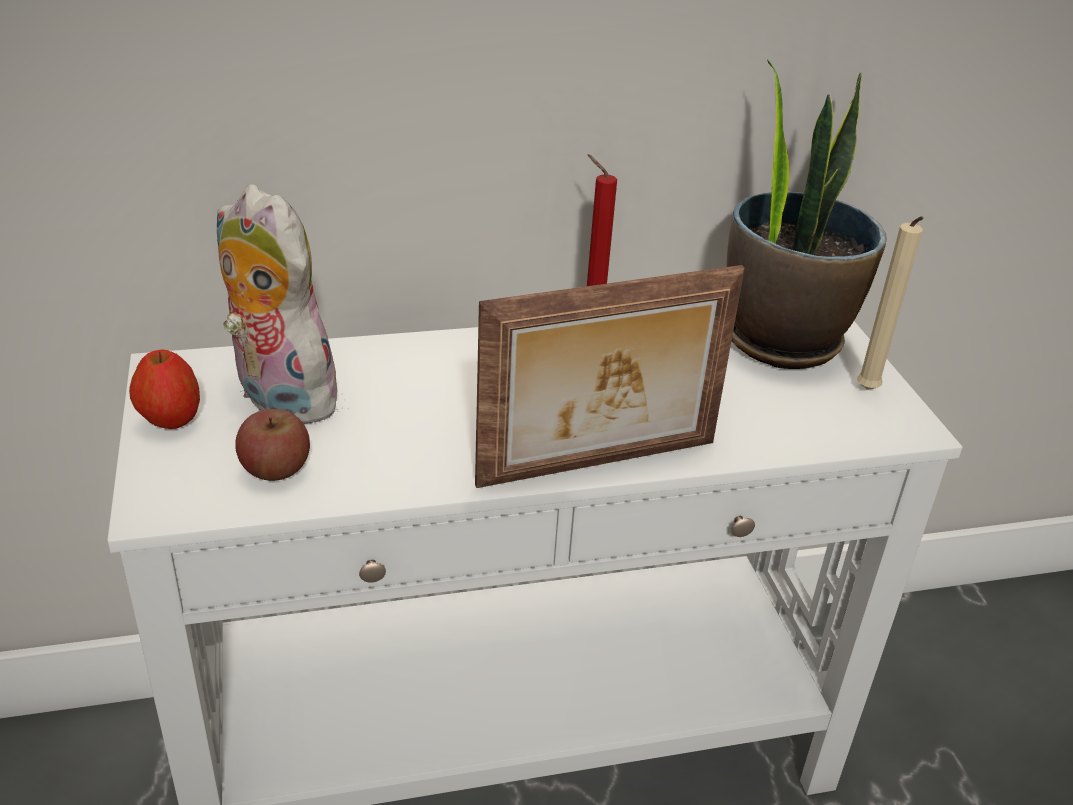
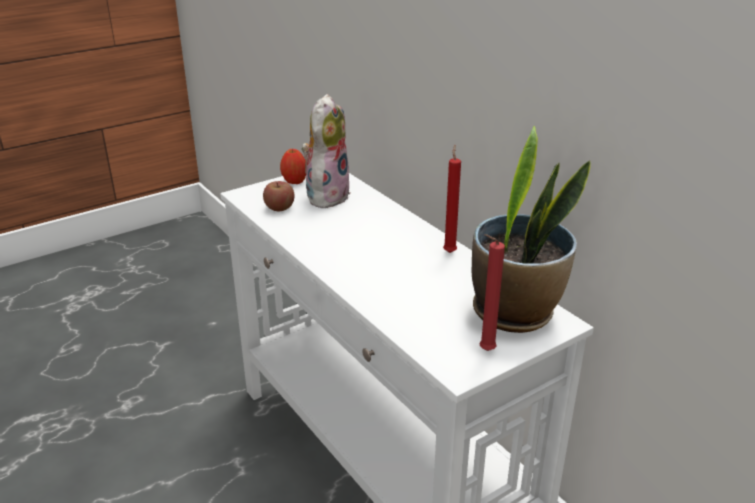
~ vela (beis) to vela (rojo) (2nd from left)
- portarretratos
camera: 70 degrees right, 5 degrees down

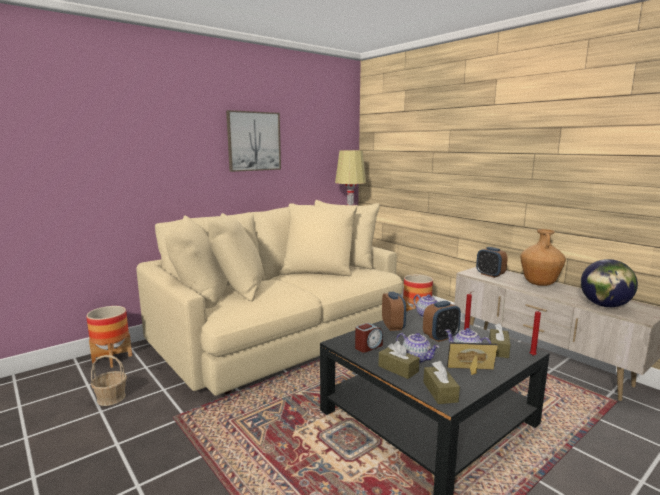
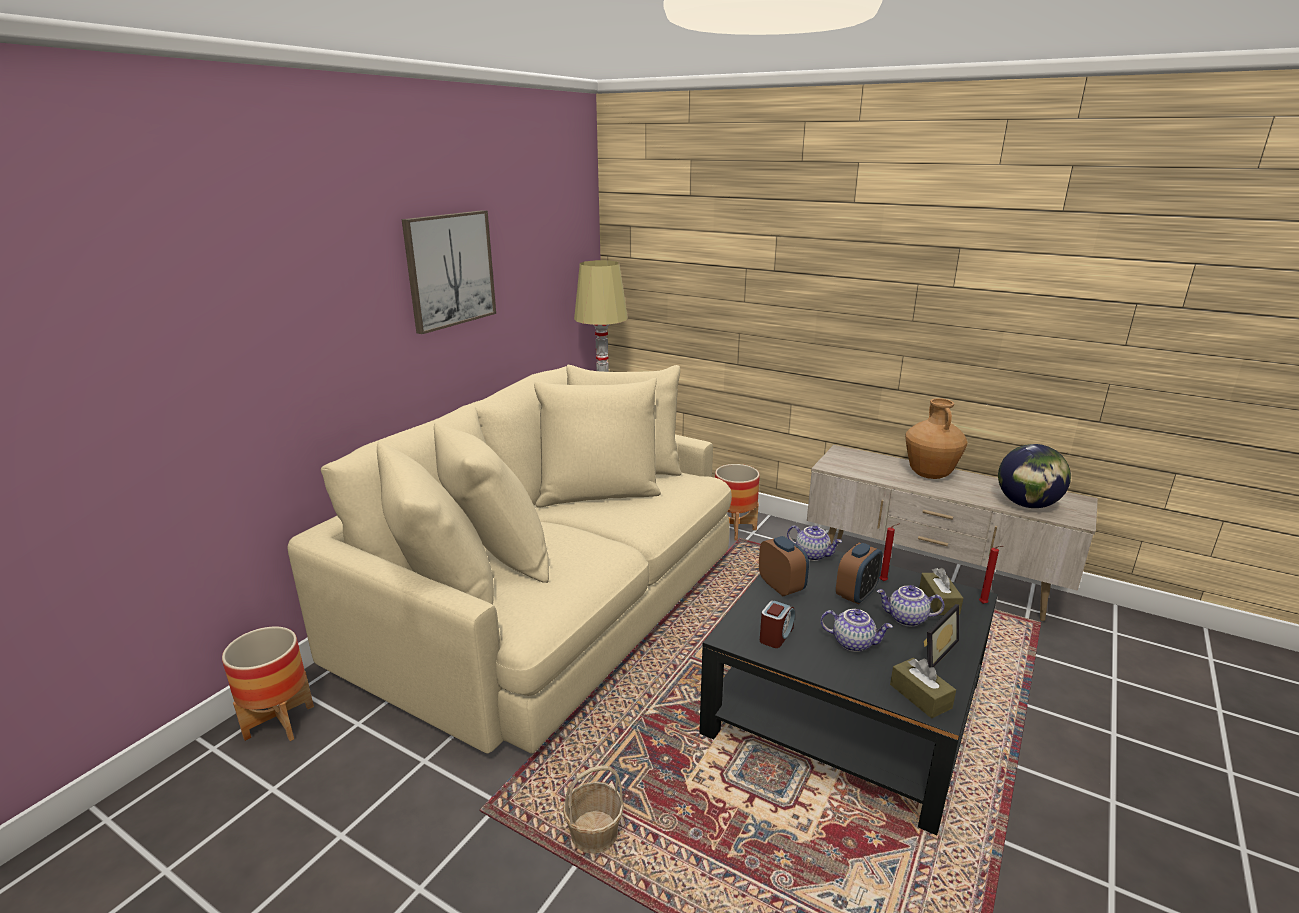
~ cesta
~ portarretratos 150 degrees clockwise
- caja de pañuelos (marrón) (1st from left)
- despertador (4th from left)
camera: 20 degrees left, 10 degrees up

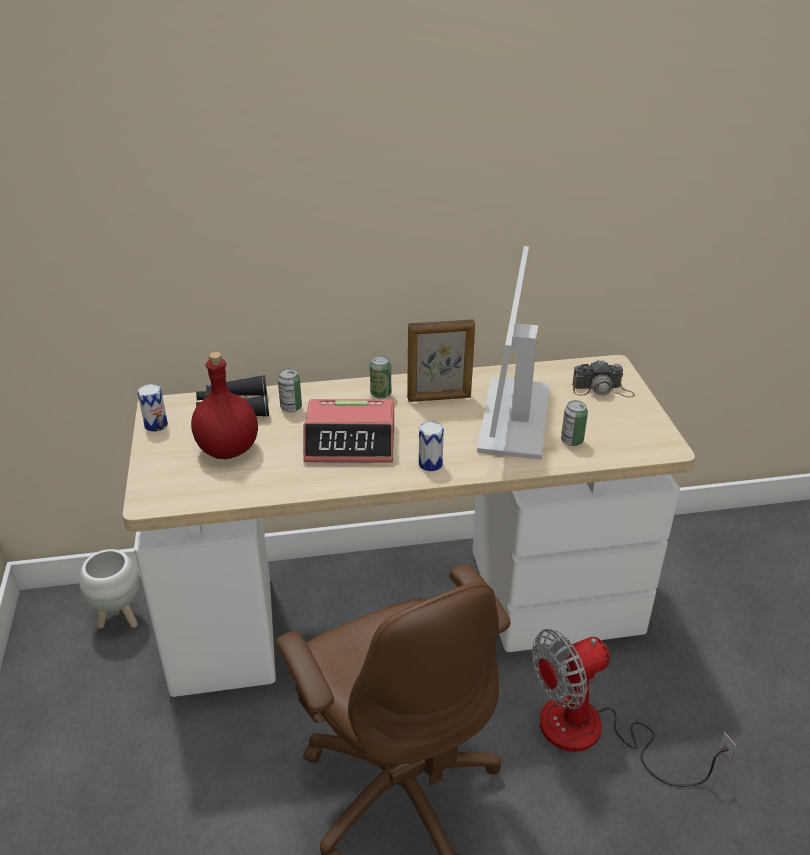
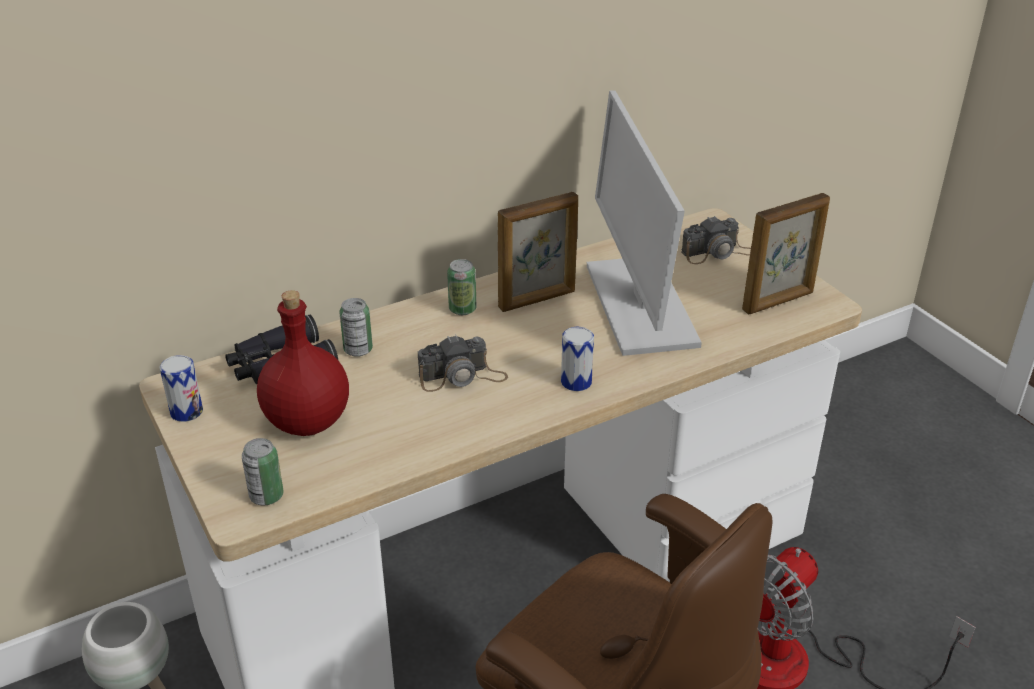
~ lata (5th from left in the first image) to lata (2nd from left)
~ despertador to cámara (1st from left)
+ portarretratos (2nd from left)
camera: 20 degrees left, 0 degrees up

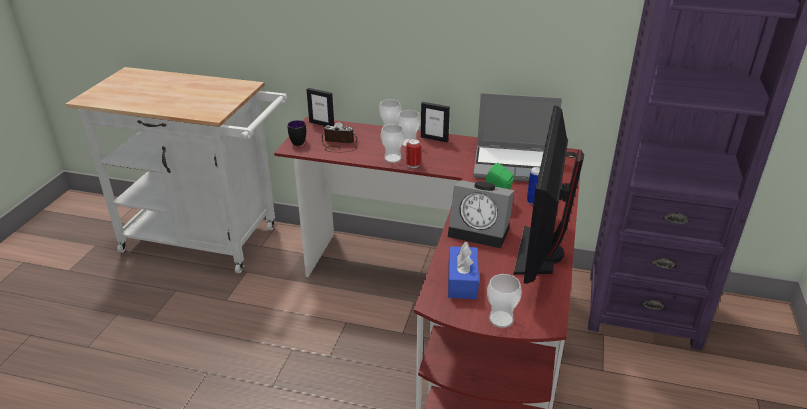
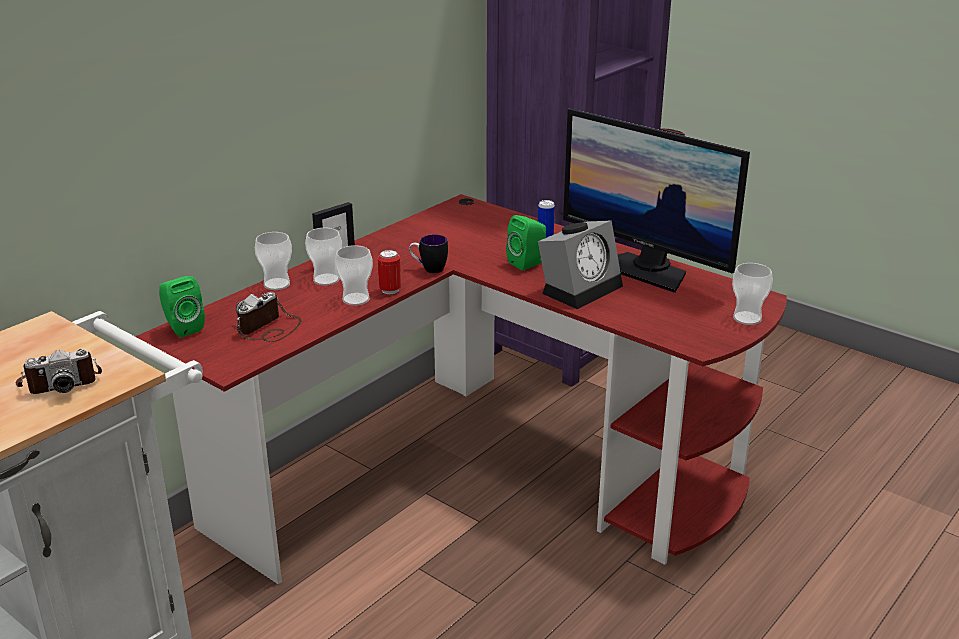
+ cámara (1st from left)
~ portarretratos (1st from left) to altavoz (verde) (1st from left)
~ taza grande
- caja de pañuelos (azul)
- portátil
camera: 65 degrees left, 5 degrees down

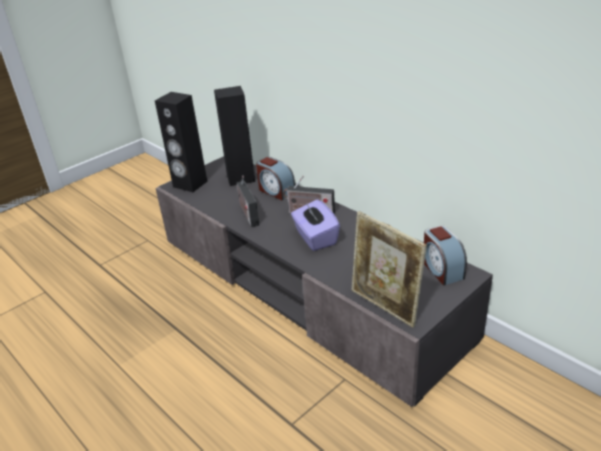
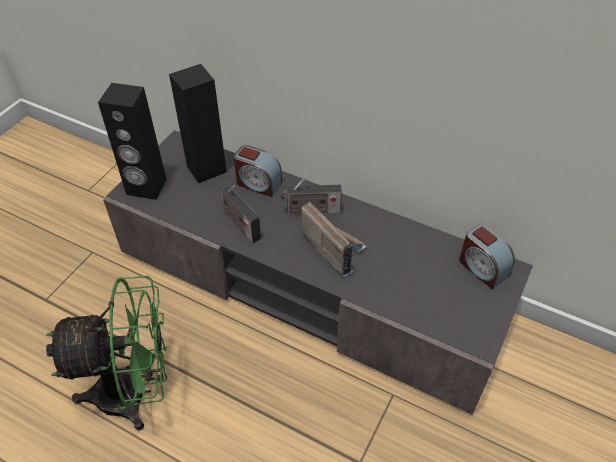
+ ventilador (verde)
~ caja de pañuelos (morado) to radio (3rd from left)
- portarretratos
camera: 20 degrees left, 15 degrees up

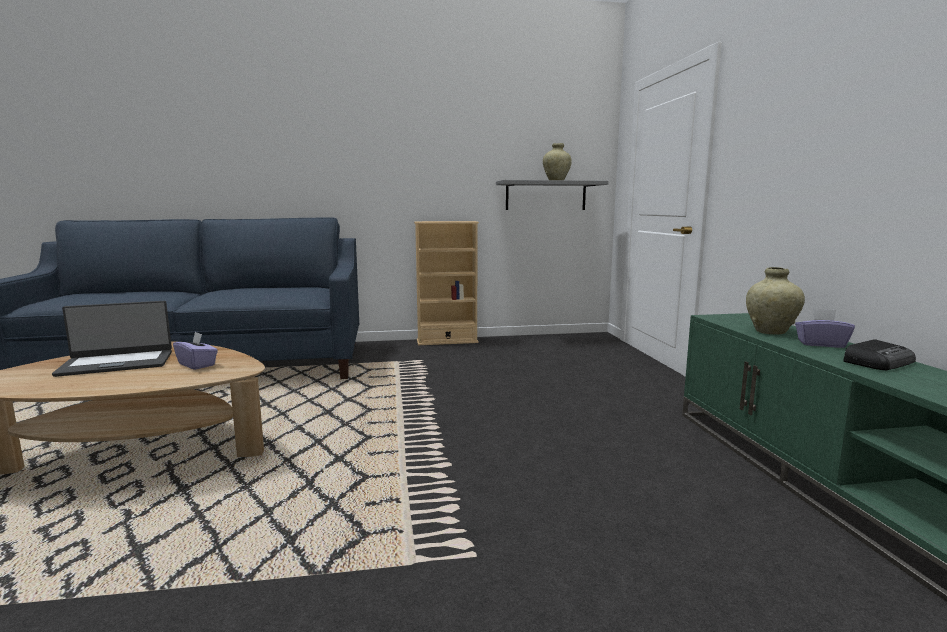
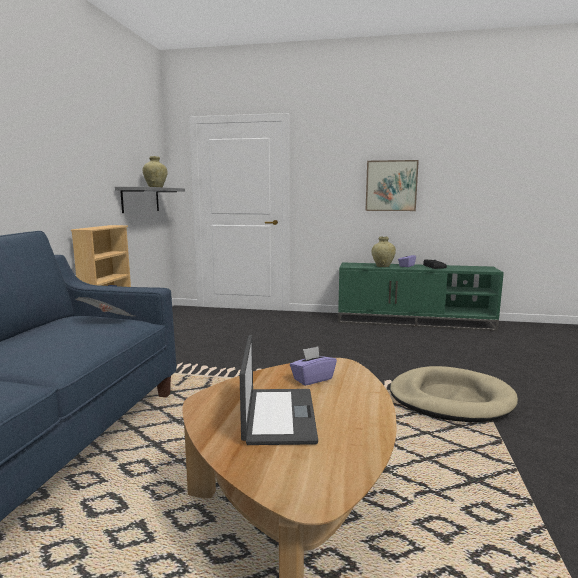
+ periódico
+ cuadro
+ cama para perro (beis)
camera: 70 degrees left, 0 degrees up

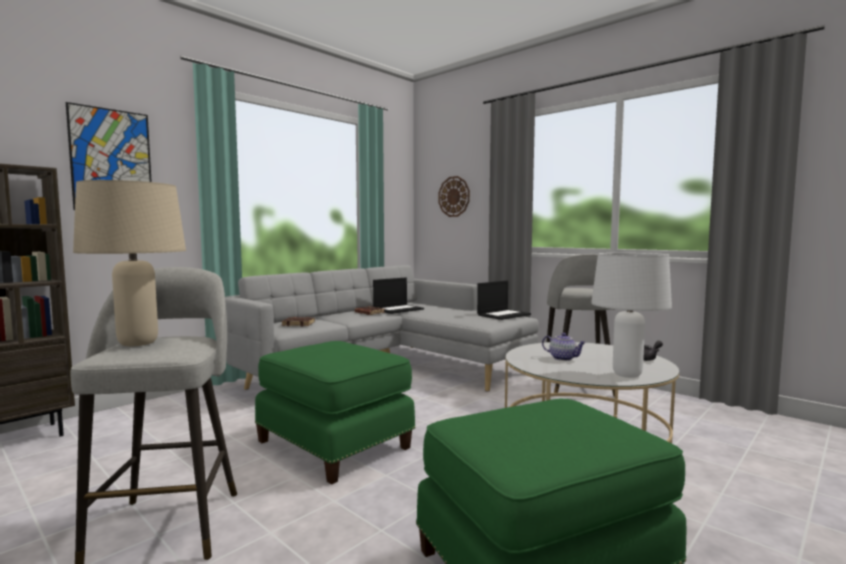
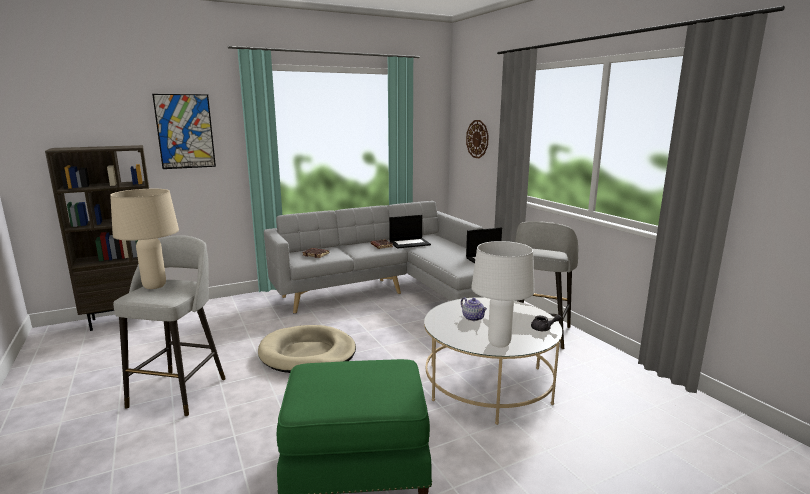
~ puf (verde) (1st from left) to cama para perro (beis)
camera: 20 degrees right, 10 degrees up

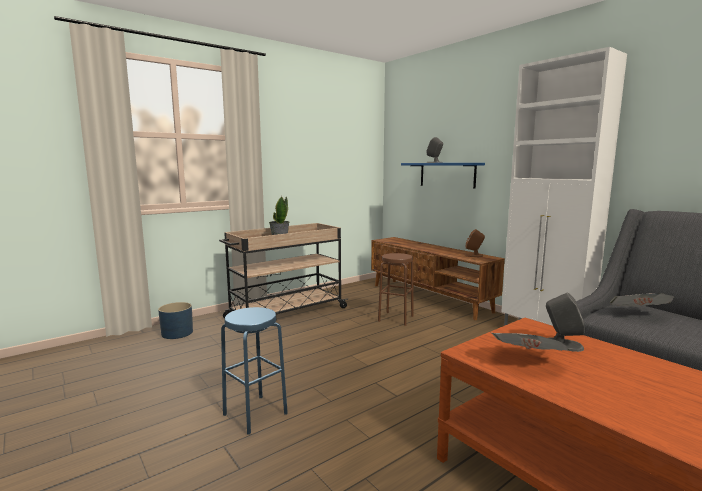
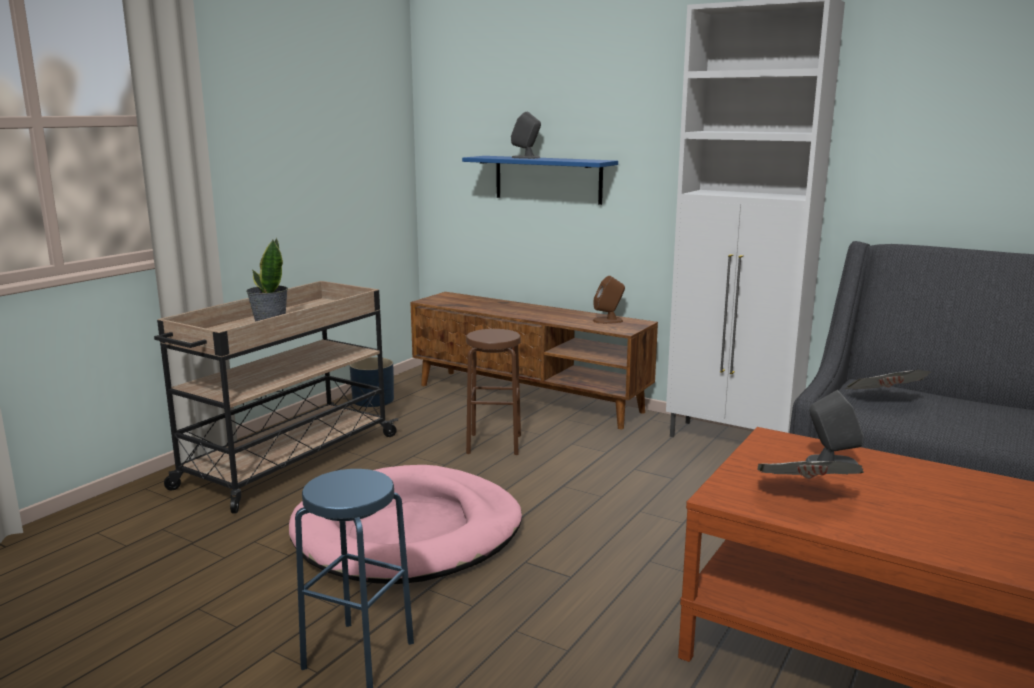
+ cama para perro (rosa)
~ maceta (azul)
camera: 20 degrees left, 5 degrees up

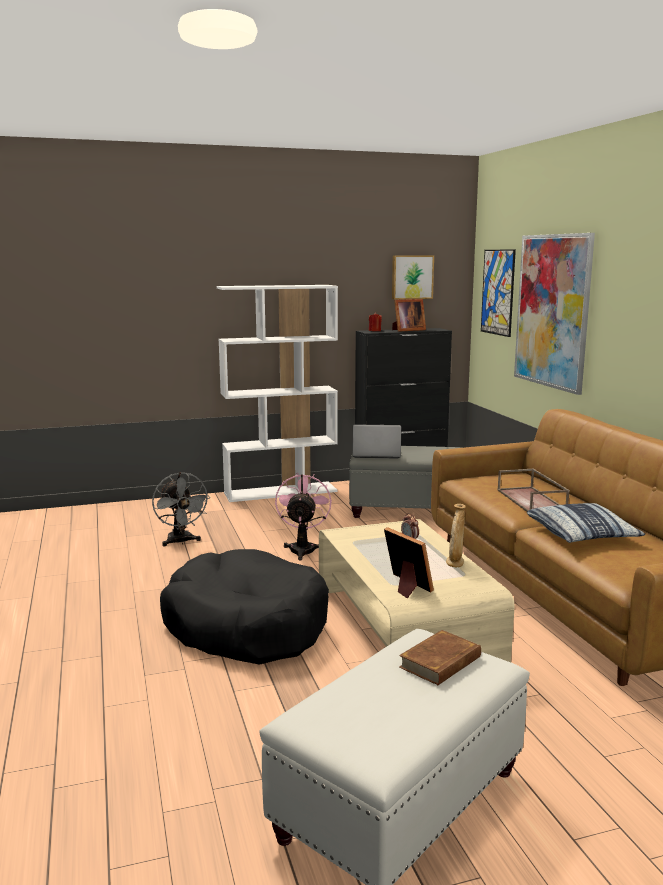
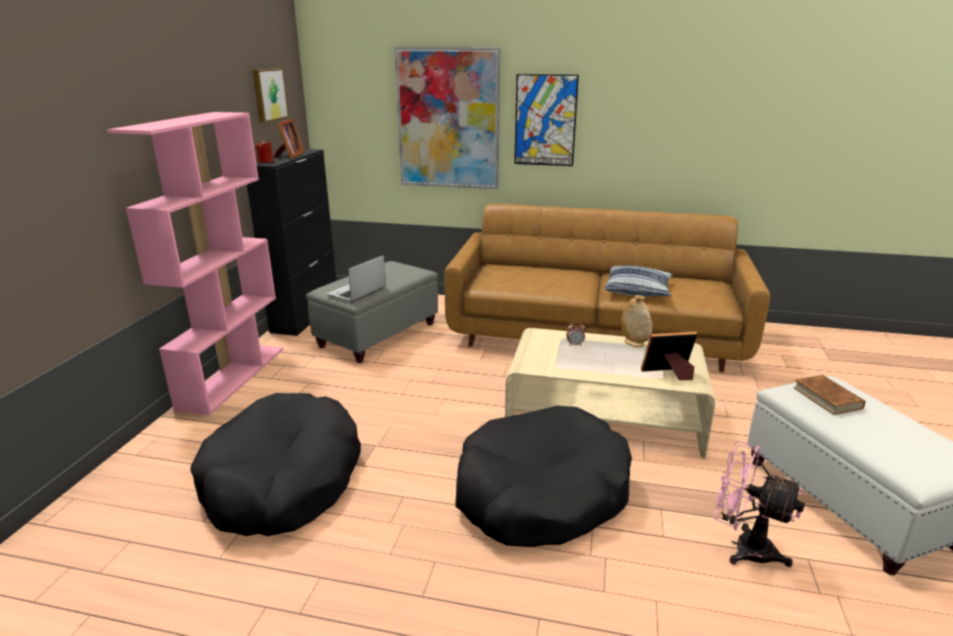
~ estantería (blanco) to estantería (rosa)
~ ventilador (gris) to cama para perro (negro) (1st from left)
~ cuadro (2nd from left in the first image) to cuadro (3rd from left)
~ ventilador (rosa)
- bandeja (marrón)
camera: 60 degrees left, 10 degrees up

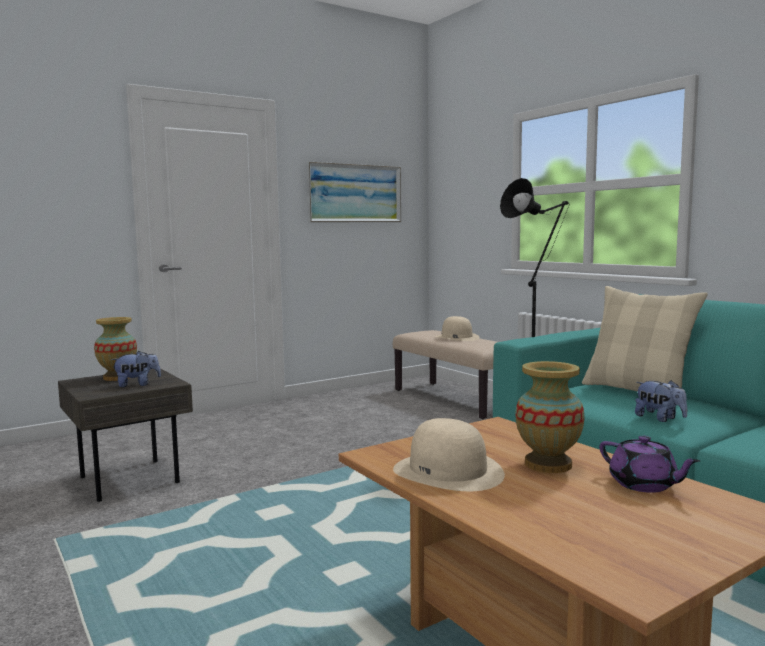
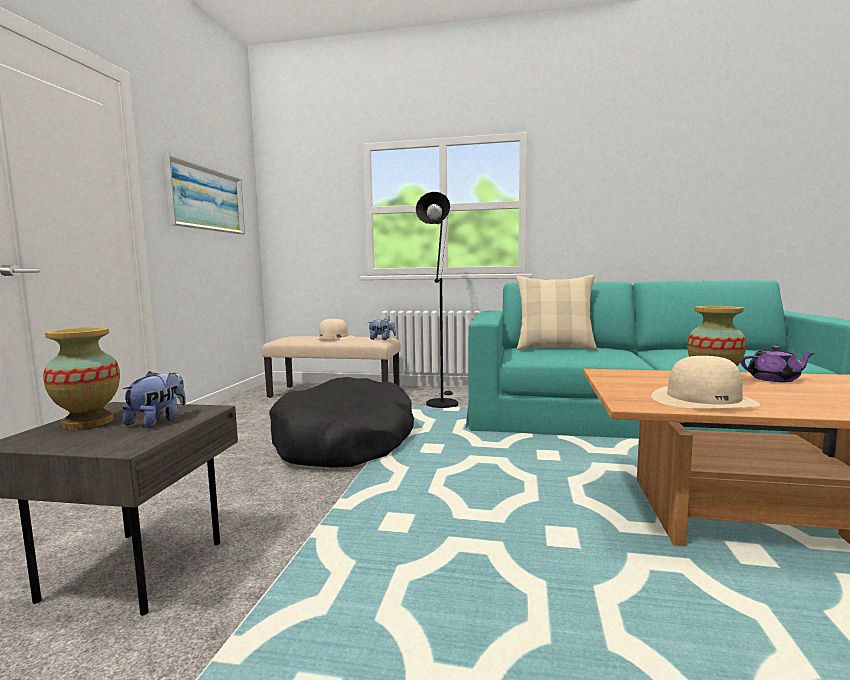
+ cama para perro (negro)
~ peluche (2nd from left)
camera: 45 degrees left, 0 degrees up

